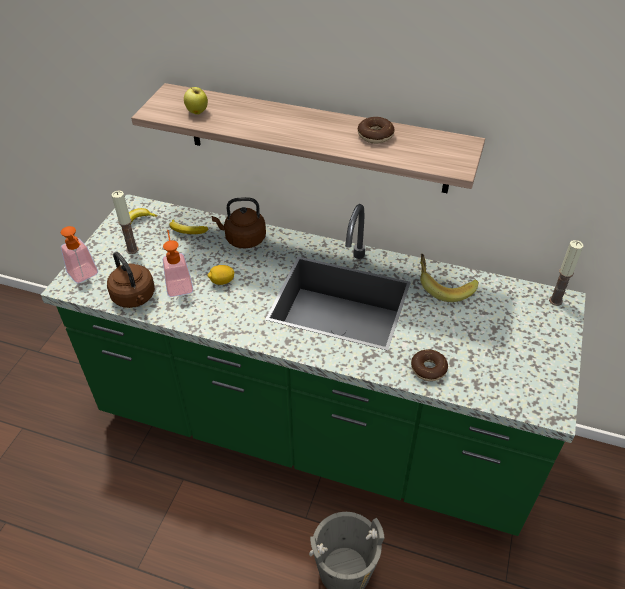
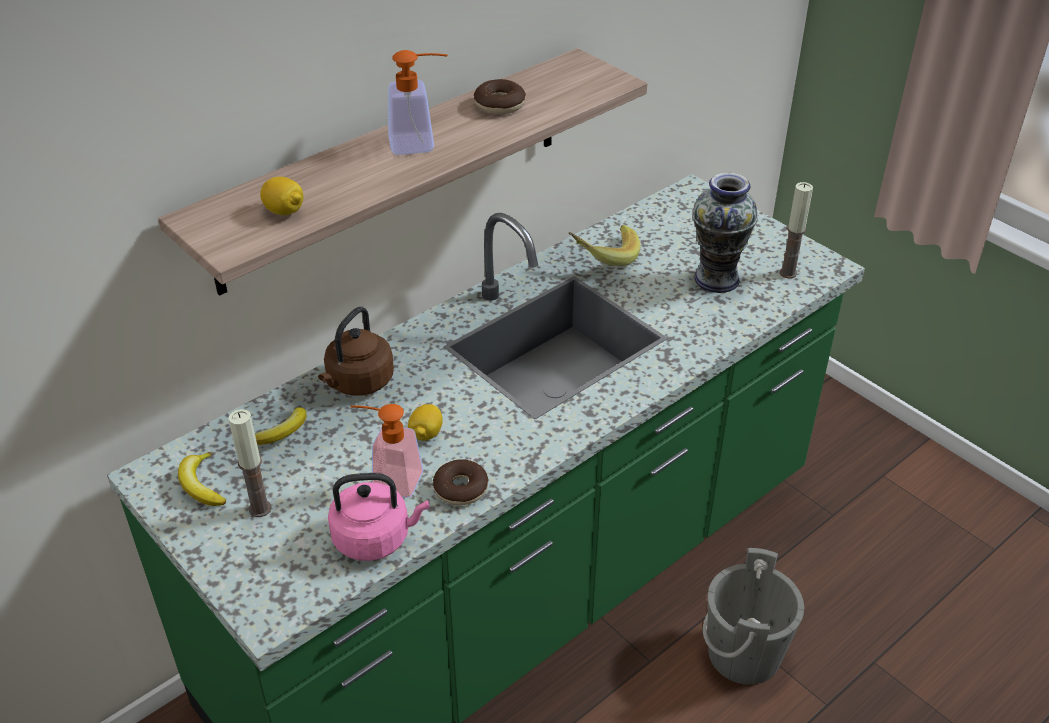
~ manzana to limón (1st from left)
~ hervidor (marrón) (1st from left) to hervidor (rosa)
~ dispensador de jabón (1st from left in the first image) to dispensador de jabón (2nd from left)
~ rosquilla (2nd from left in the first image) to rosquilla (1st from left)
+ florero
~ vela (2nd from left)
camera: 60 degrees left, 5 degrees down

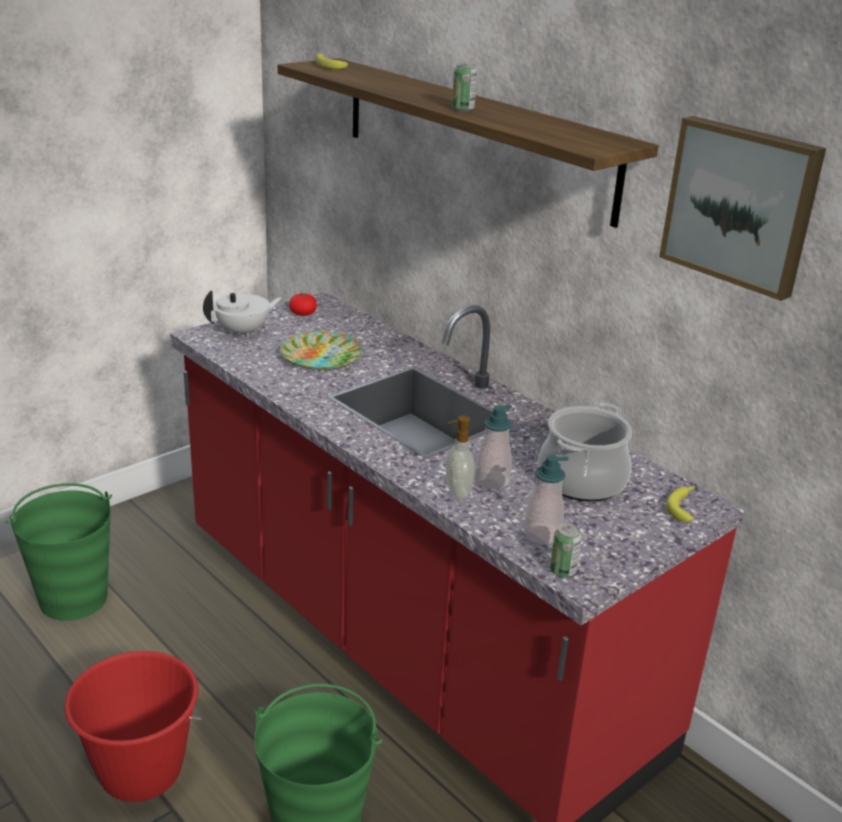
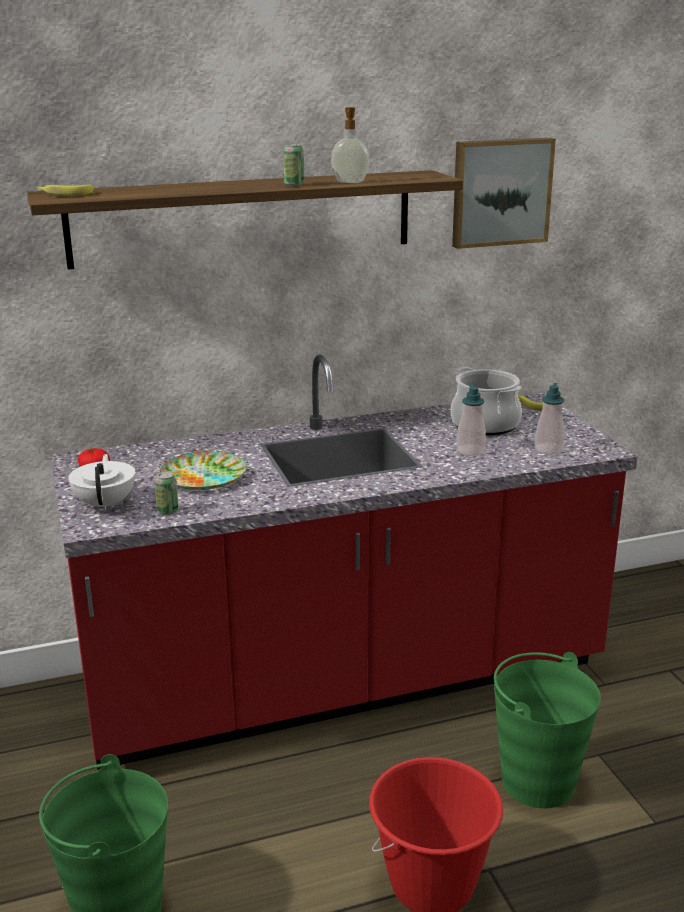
~ lata (2nd from left in the first image) to lata (1st from left)
~ dispensador de jabón (1st from left)
camera: 65 degrees left, 5 degrees down

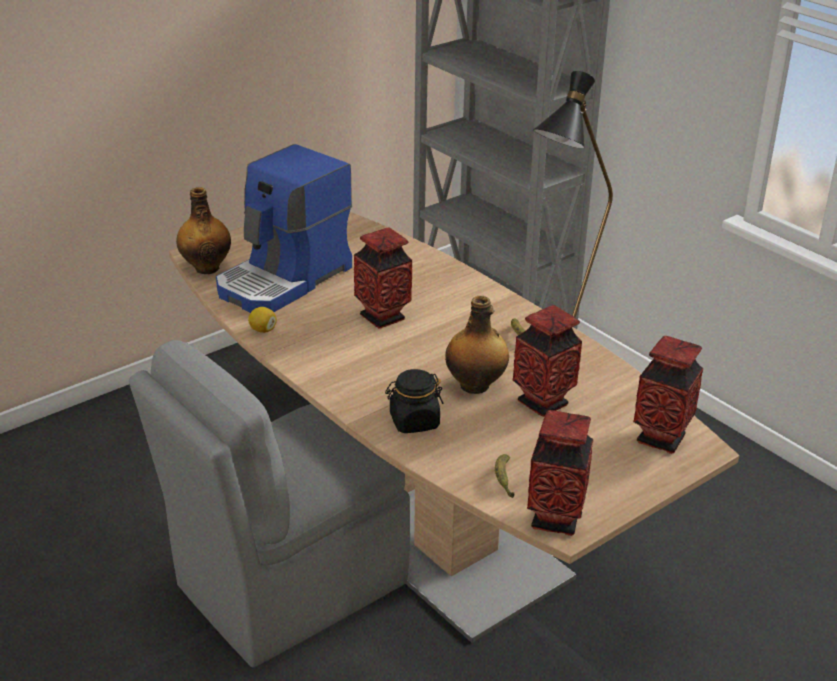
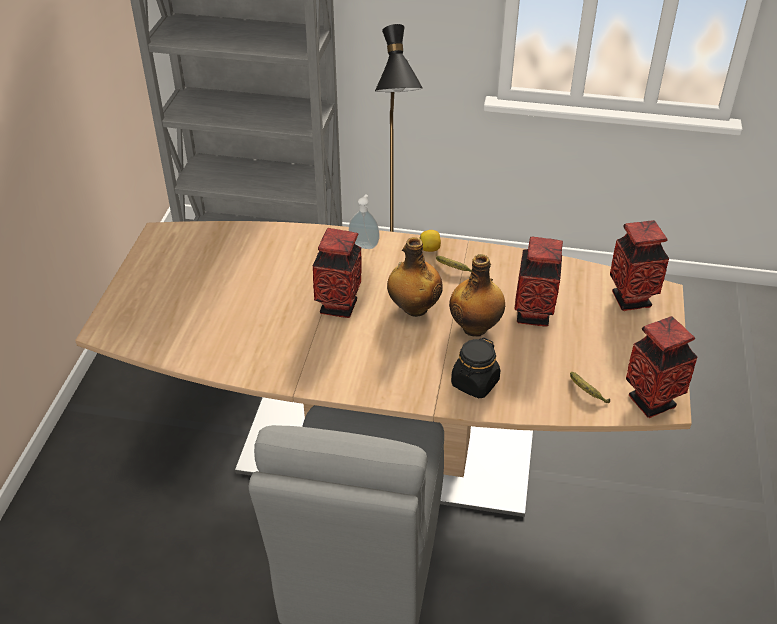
+ dispensador de jabón
~ botella (1st from left)
~ limón
- cafetera
camera: 40 degrees left, 10 degrees up

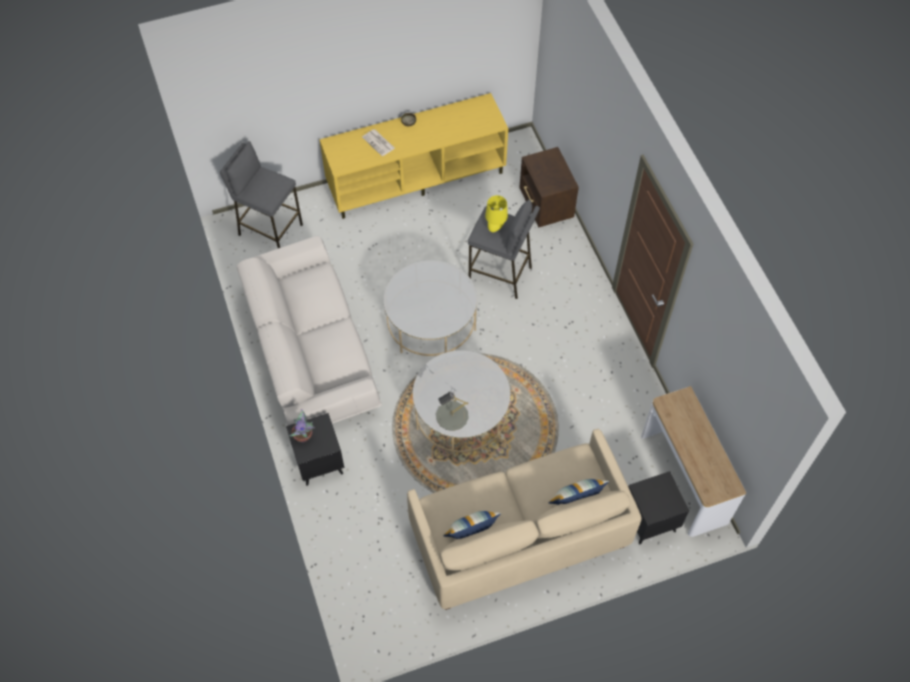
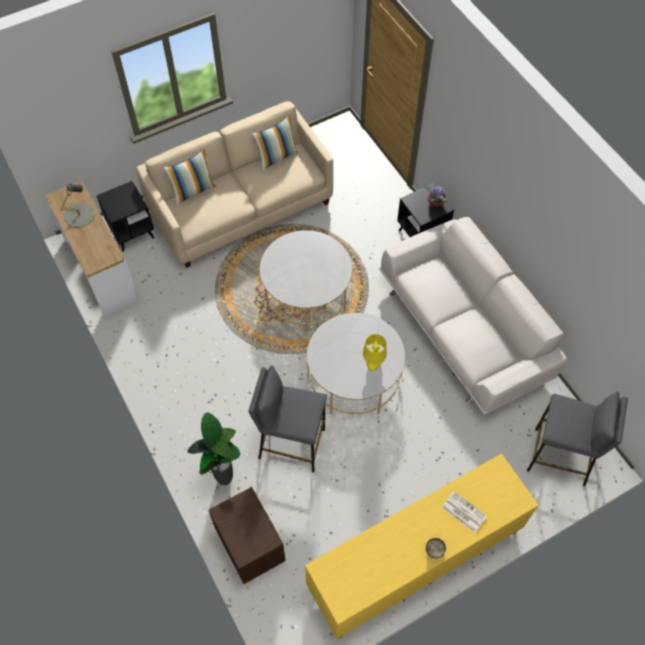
~ lámpara de mesa (gris)
+ planta en maceta (1st from left)
~ lámpara de mesa (amarillo)
camera: 170 degrees right, 0 degrees up

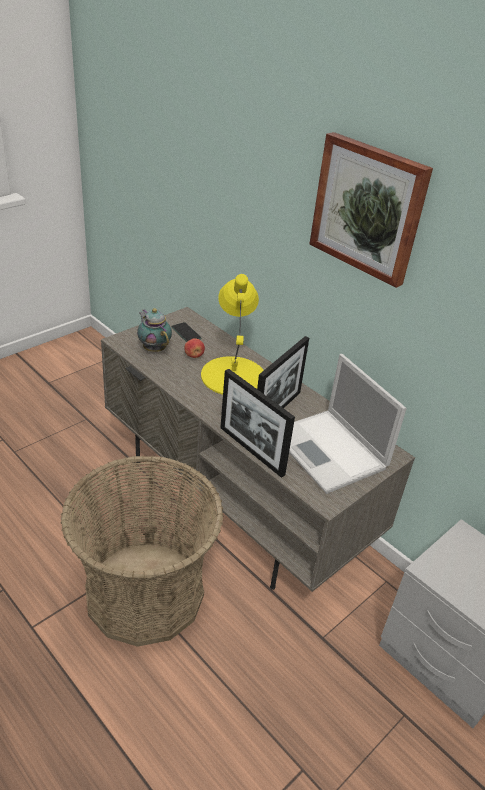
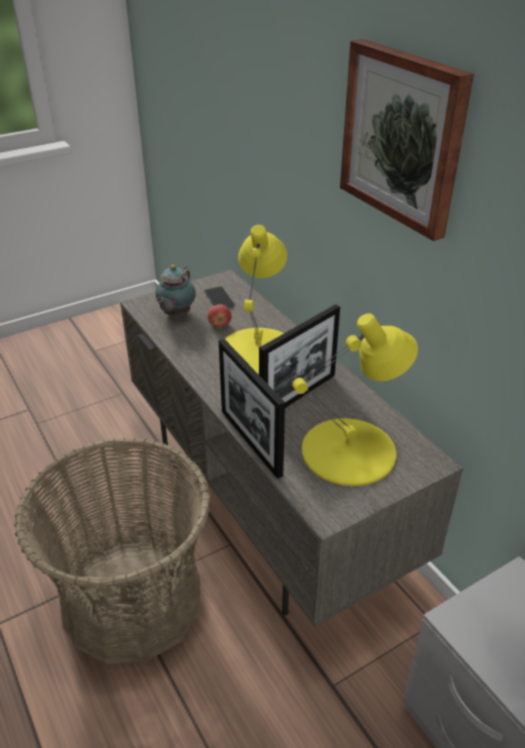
~ tetera 135 degrees counterclockwise
~ portátil to lámpara de mesa (amarillo) (2nd from left)
camera: 15 degrees right, 0 degrees up

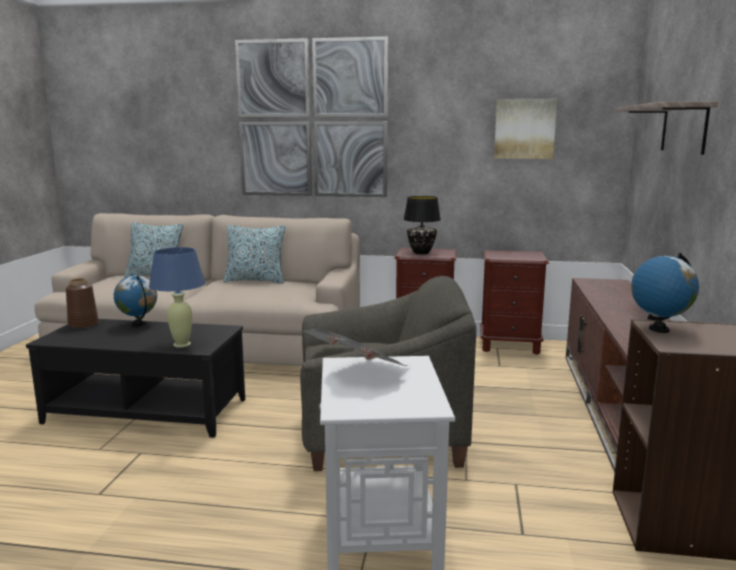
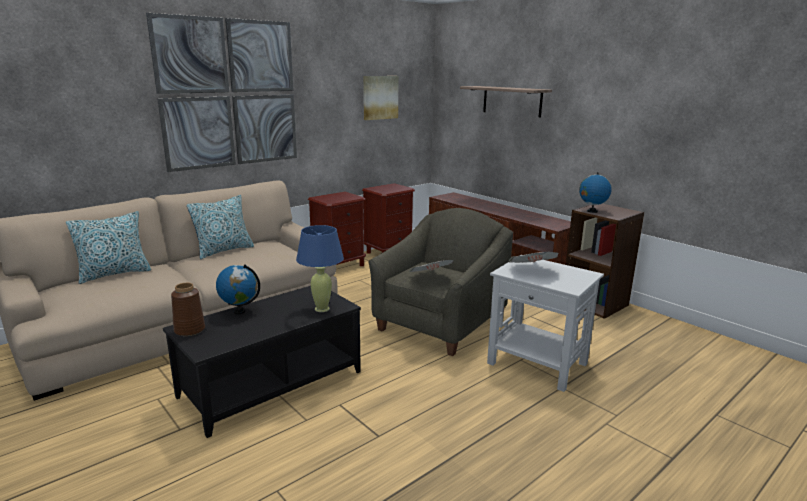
- lámpara de mesa (negro)
camera: 50 degrees left, 5 degrees up

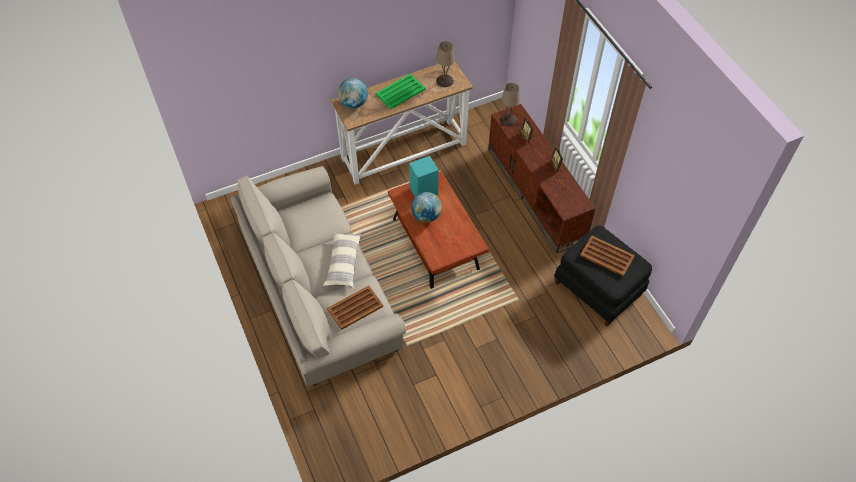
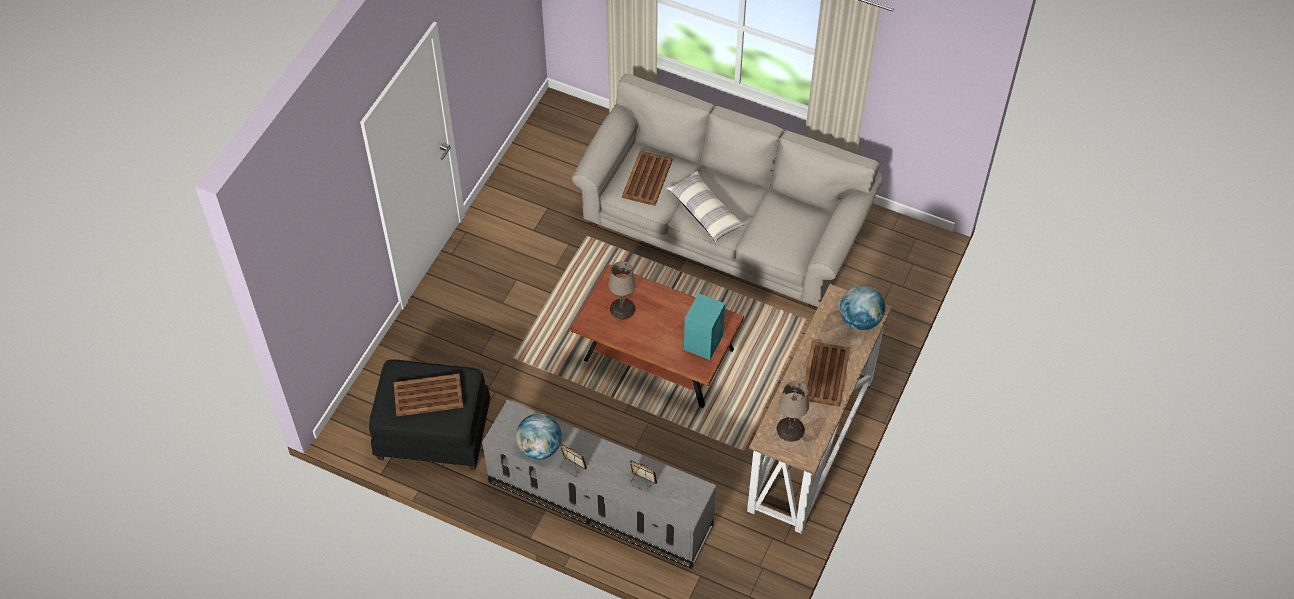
~ mueble de televisión (marrón) to mueble de televisión (gris)
~ globo terráqueo (2nd from left in the first image) to globo terráqueo (1st from left)
~ lámpara de mesa (beis) (2nd from left in the first image) to lámpara de mesa (beis) (1st from left)
~ bandeja (verde) to bandeja (marrón) (3rd from left)
camera: 140 degrees right, 0 degrees up

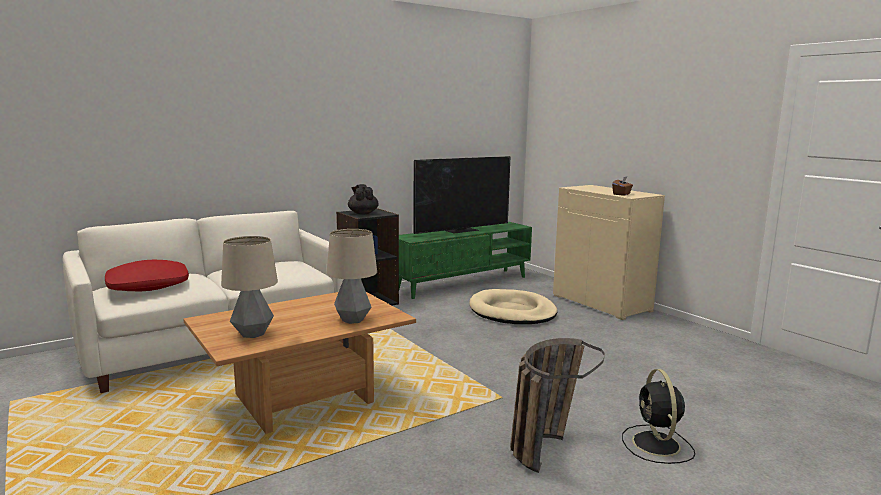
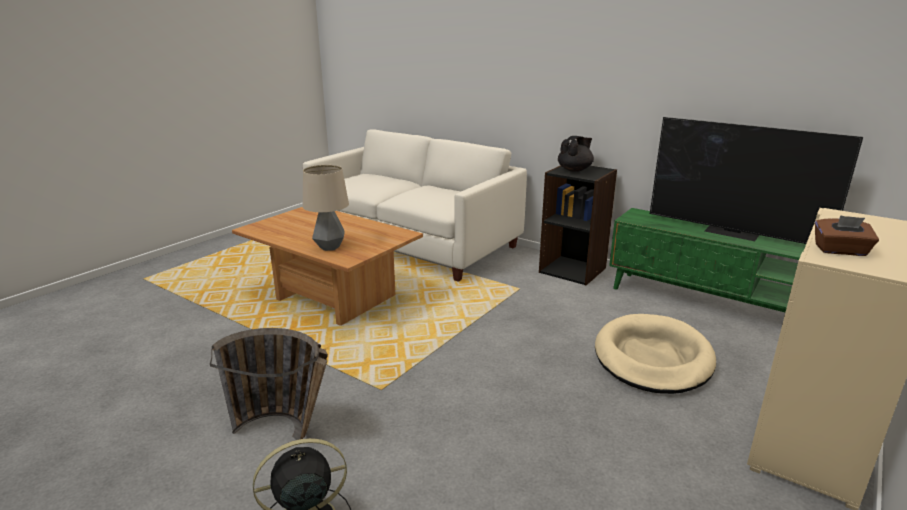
- cojín (rojo)
- lámpara de mesa (1st from left)
camera: 70 degrees right, 10 degrees up

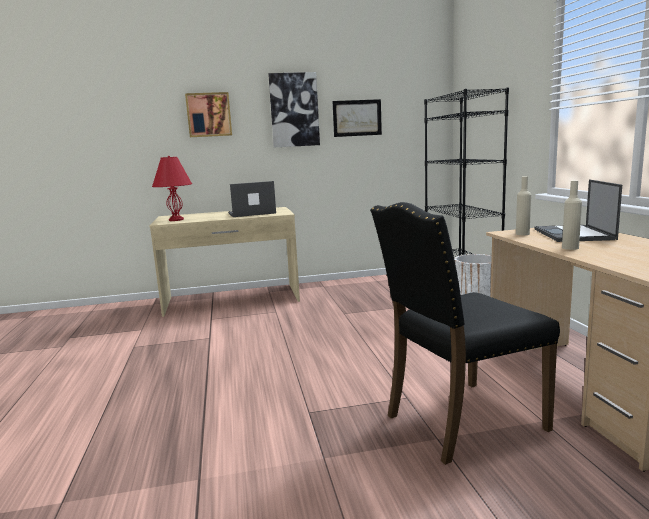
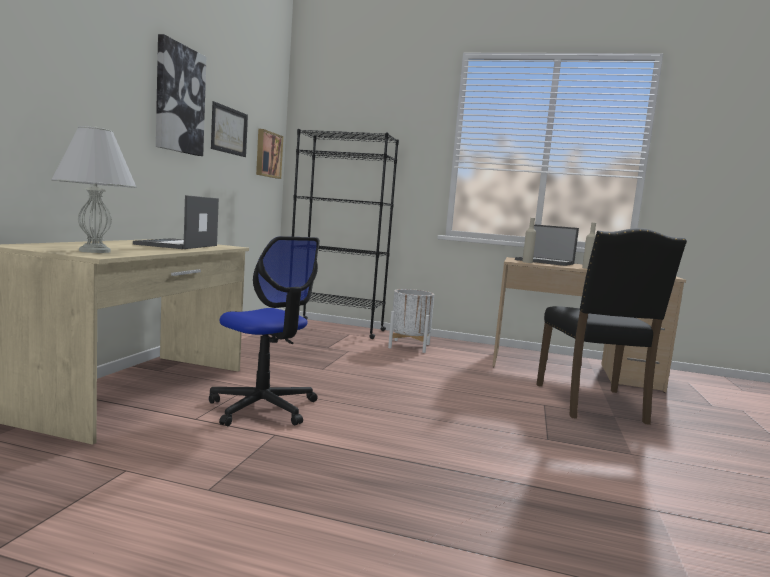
~ lámpara de mesa (rojo) to lámpara de mesa (blanco)
+ silla de oficina
~ cuadro (1st from left in the first image) to cuadro (3rd from left)
camera: 65 degrees left, 5 degrees down

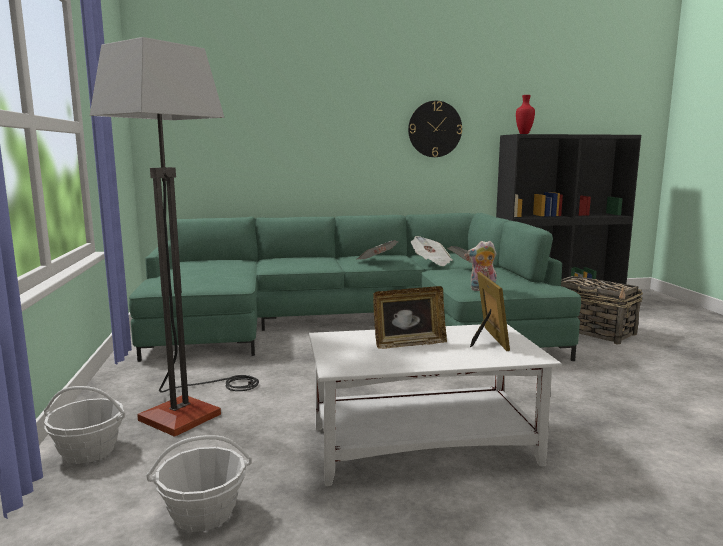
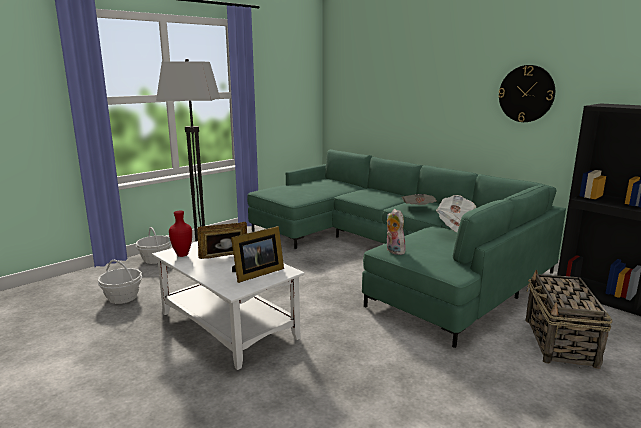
~ florero (rojo)
~ portarretratos (1st from left) 120 degrees clockwise
camera: 55 degrees right, 5 degrees up

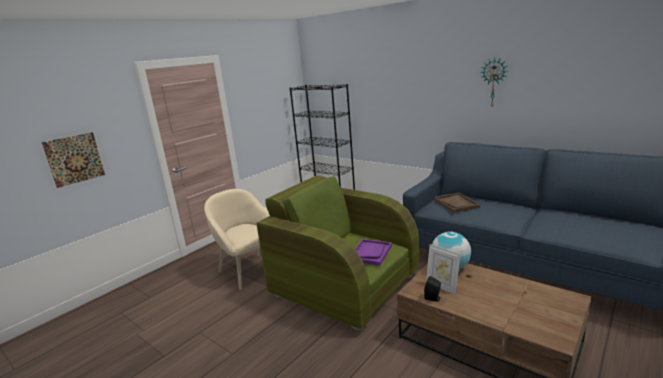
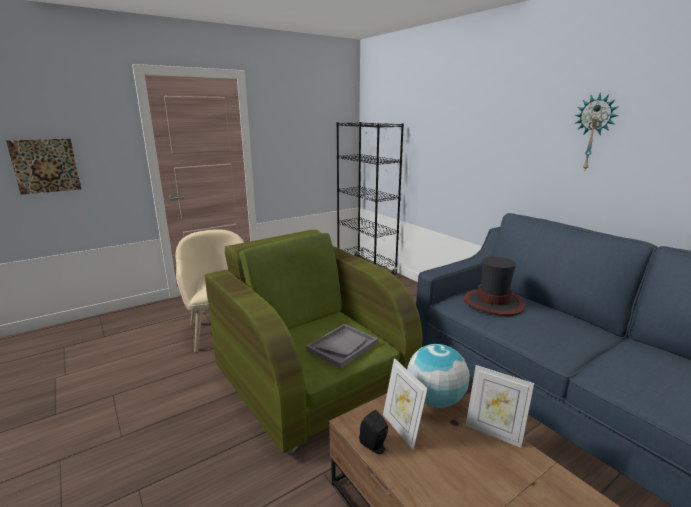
~ bandeja (morado) to bandeja (gris)
~ bandeja (marrón) to sombrero
+ portarretratos (2nd from left)
camera: 15 degrees right, 0 degrees up

